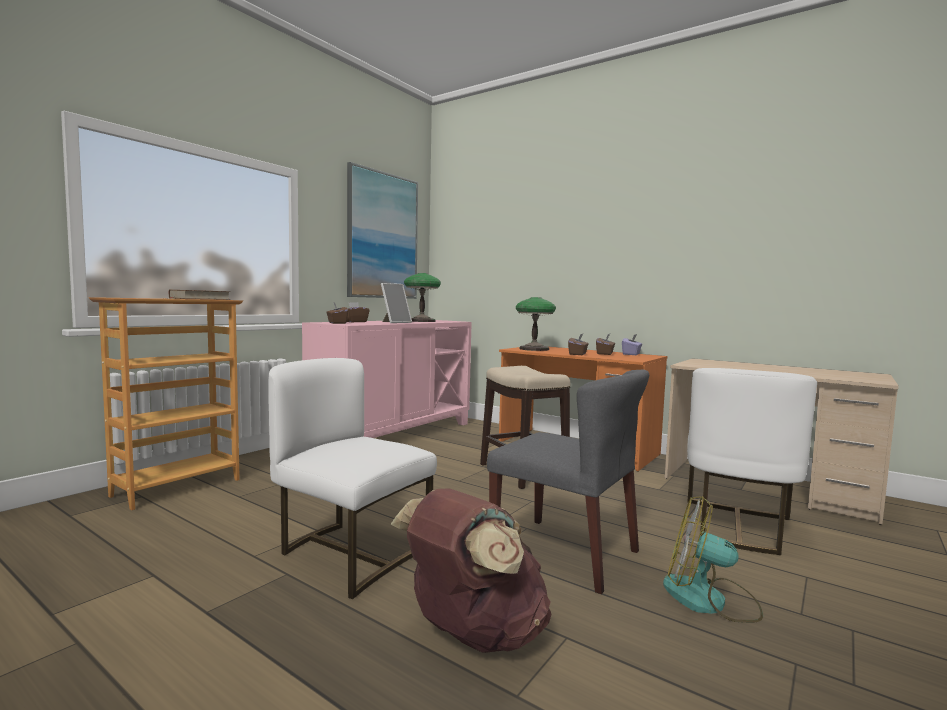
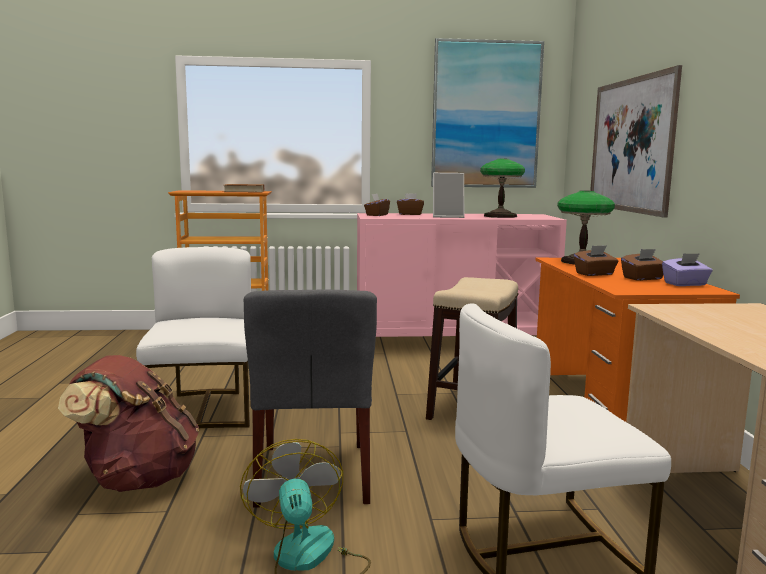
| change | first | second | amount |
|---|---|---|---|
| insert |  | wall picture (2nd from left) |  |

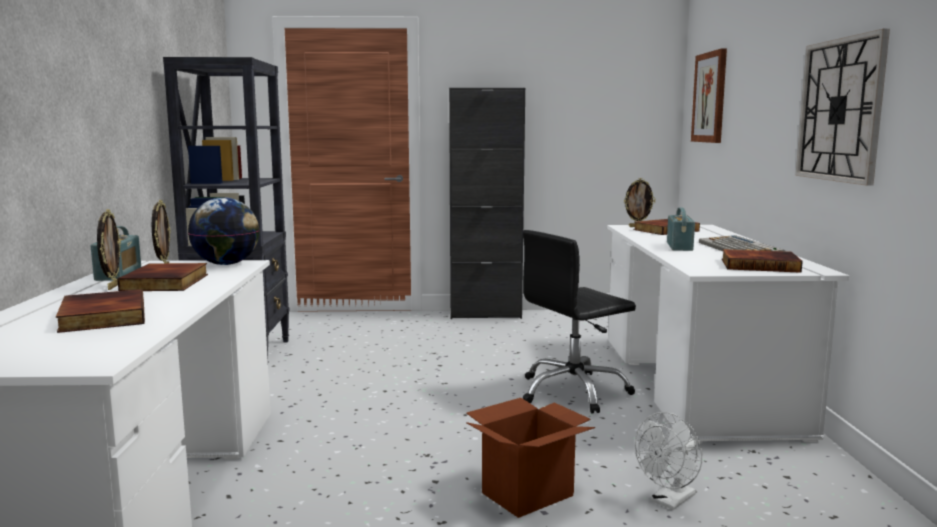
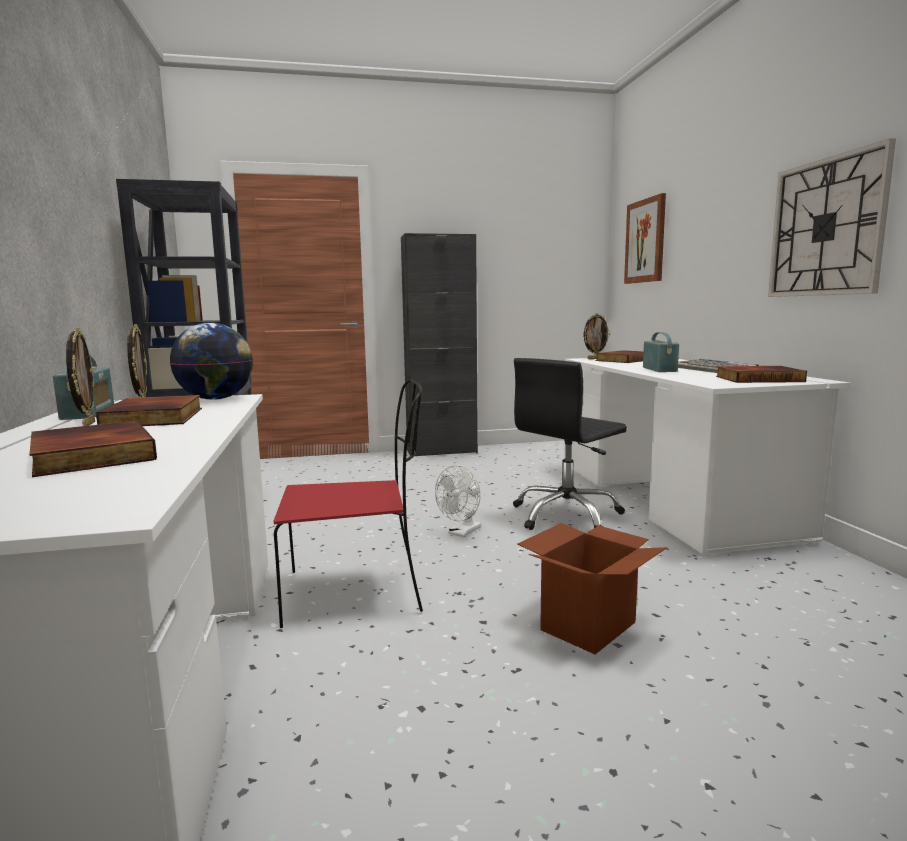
| change | first | second | amount |
|---|---|---|---|
| insert |  | chair (red-coloured) |  |
| move | cooling fan (whitish) |  |  |

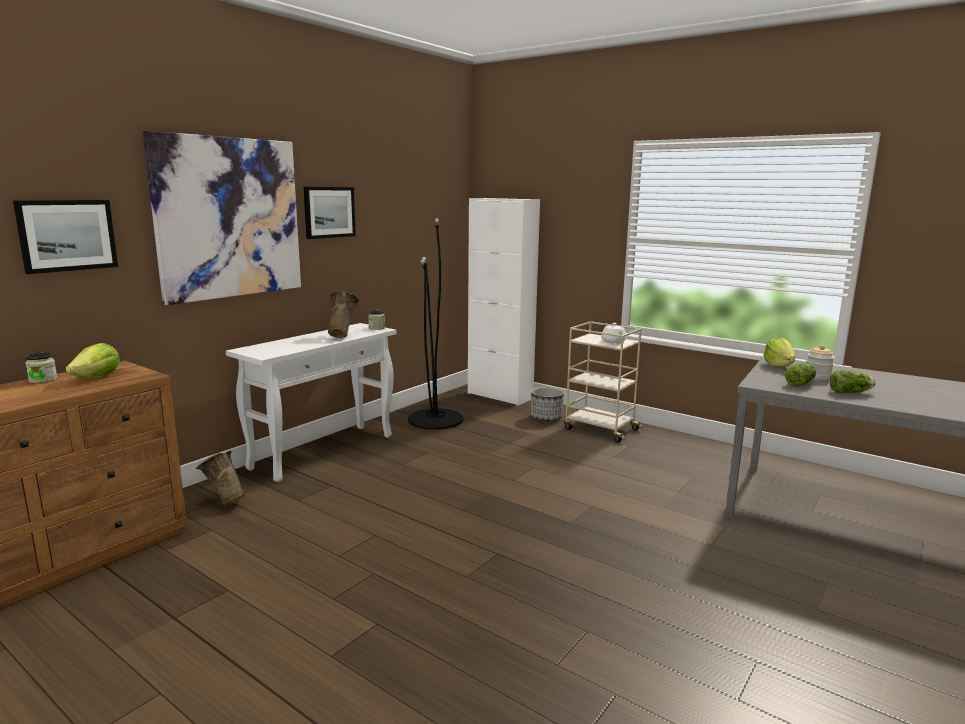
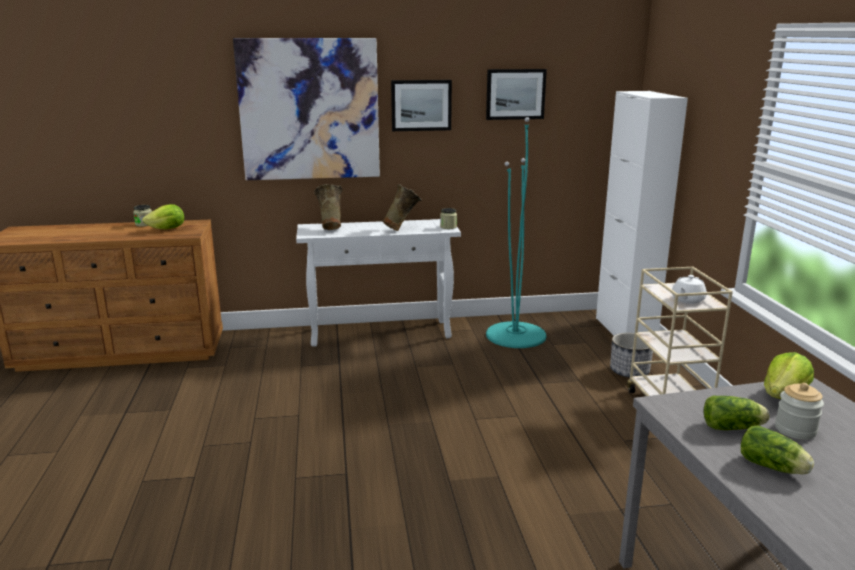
| change | first | second | amount |
|---|---|---|---|
| move | vase (beige) (1st from left) |  |  |
| move | wall picture (1st from left in the first image) | wall picture (3rd from left) |  |
| recolor | standard lamp (blackish) | standard lamp (turquoise-coloured) |  |

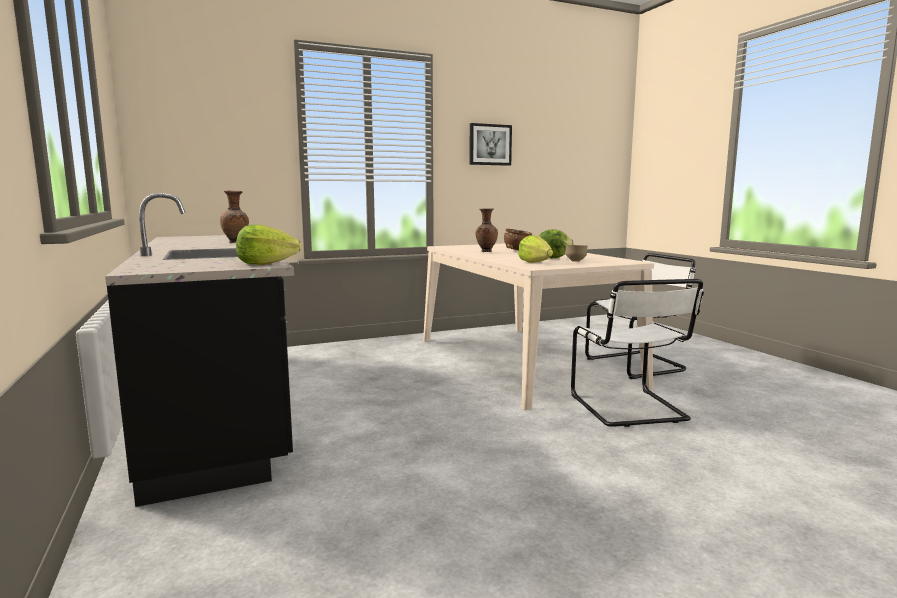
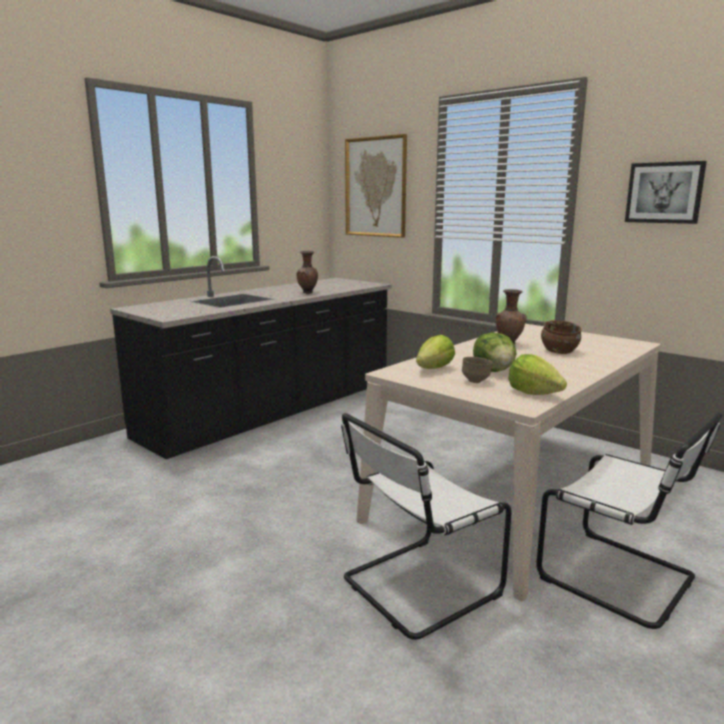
| change | first | second | amount |
|---|---|---|---|
| insert |  | wall picture (1st from left) |  |
| move | lettuce head (1st from left in the first image) | lettuce head (3rd from left) |  |

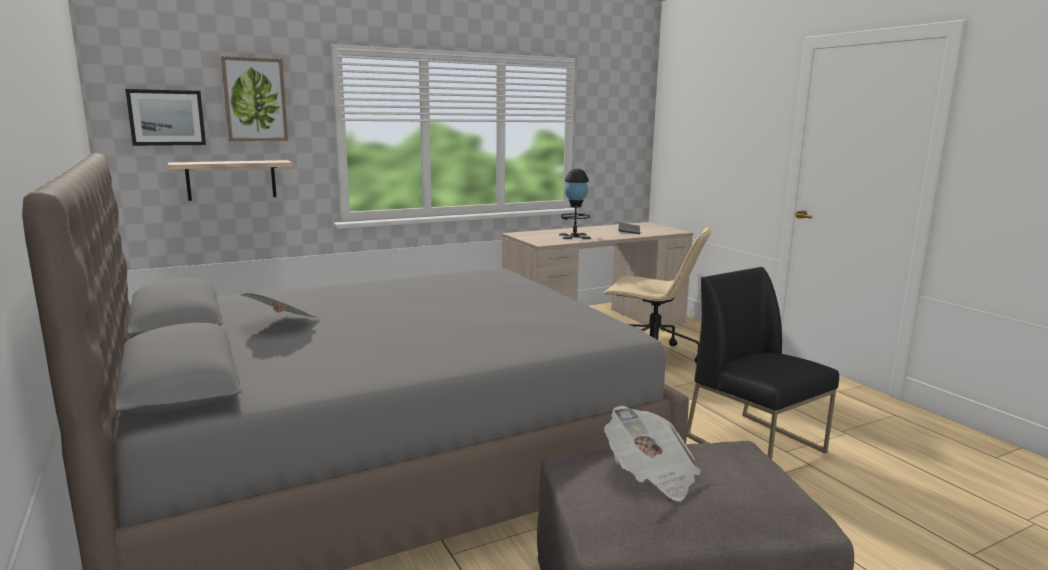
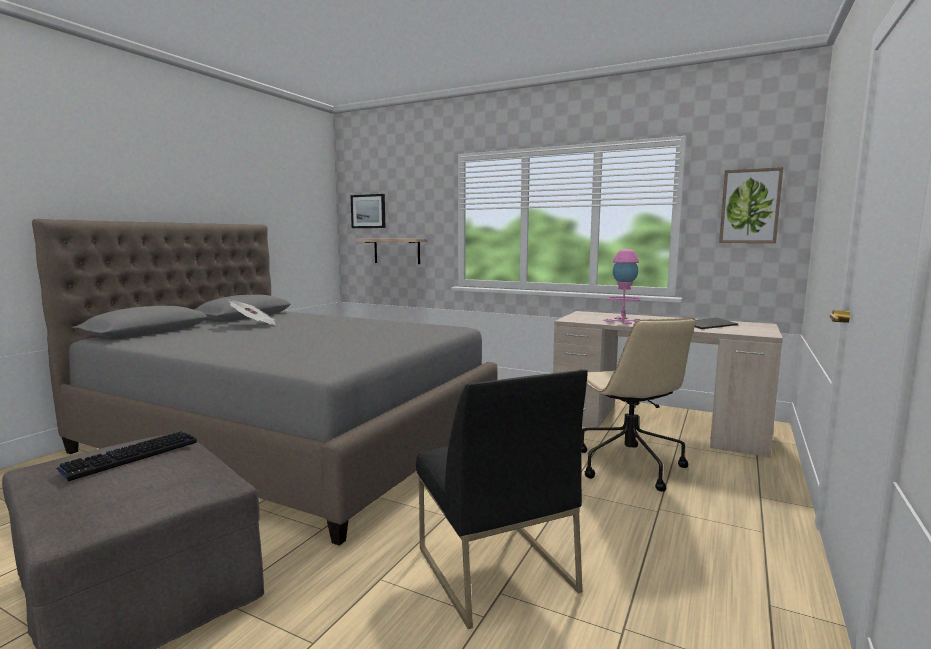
| change | first | second | amount |
|---|---|---|---|
| replace | daily paper (2nd from left) | keyboard (1st from left) |  |
| rotate | chair (blackish) |  | 135 degrees clockwise |
| recolor | tabletop lamp (blackish) | tabletop lamp (pink) |  |
| move | wall picture (2nd from left) |  |  |

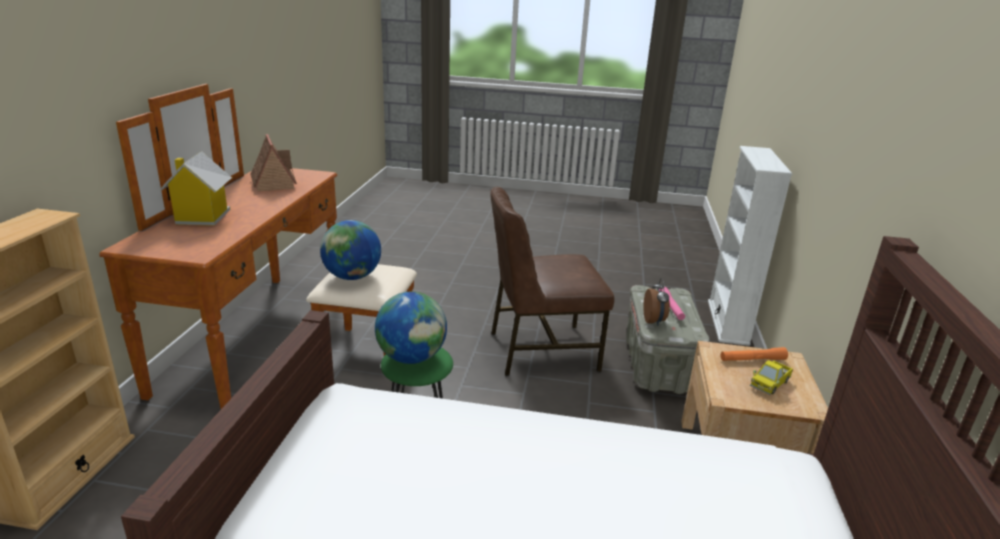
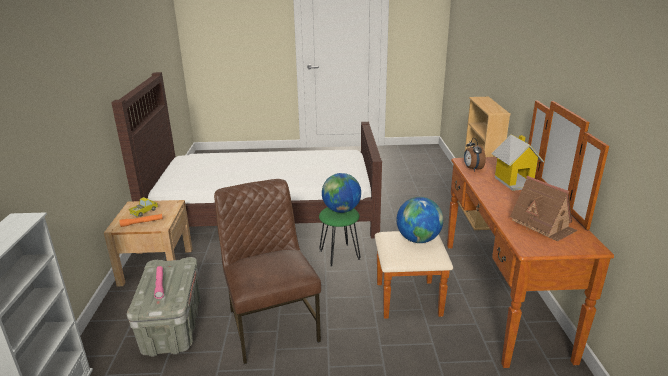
| change | first | second | amount |
|---|---|---|---|
| rotate | chair (brownish) |  | 90 degrees counterclockwise |
| move | table clock |  |  |

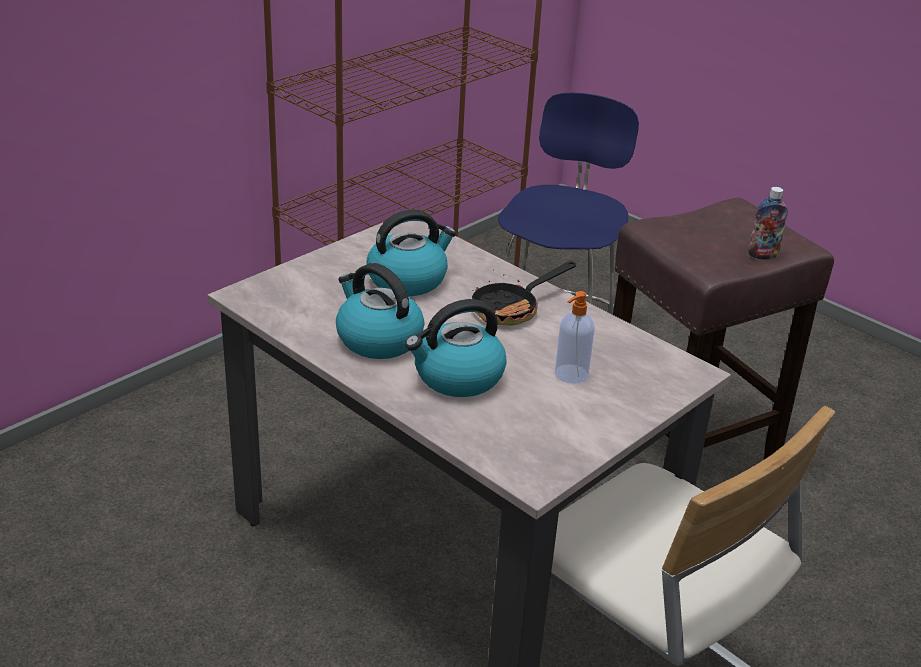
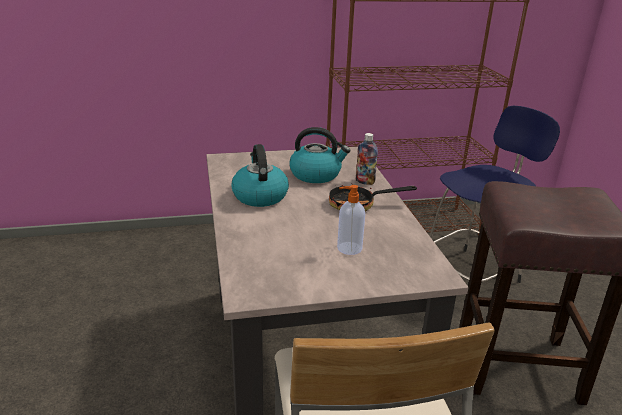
| change | first | second | amount |
|---|---|---|---|
| move | drink bottle |  |  |
| delete | kettle (3rd from left) |  |  |

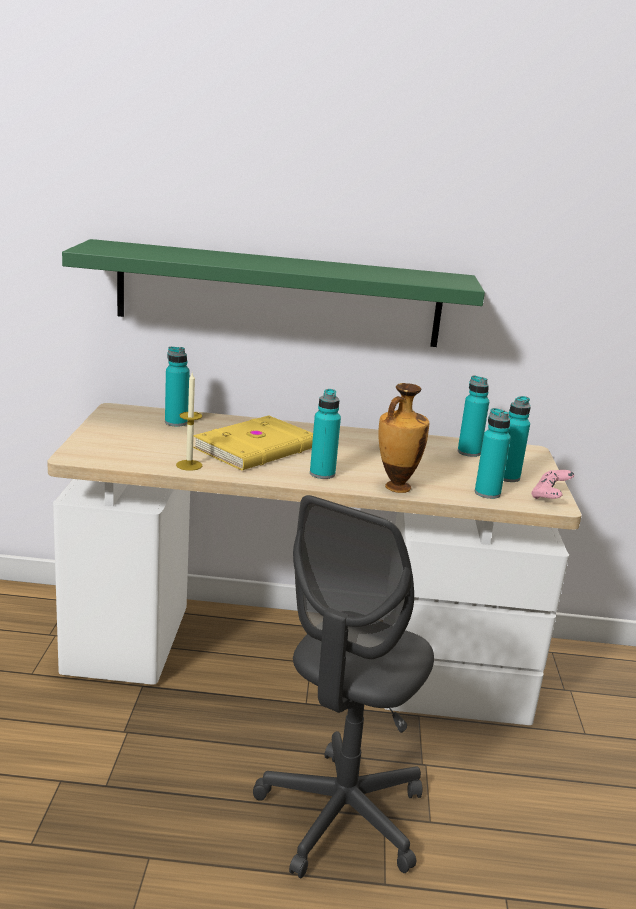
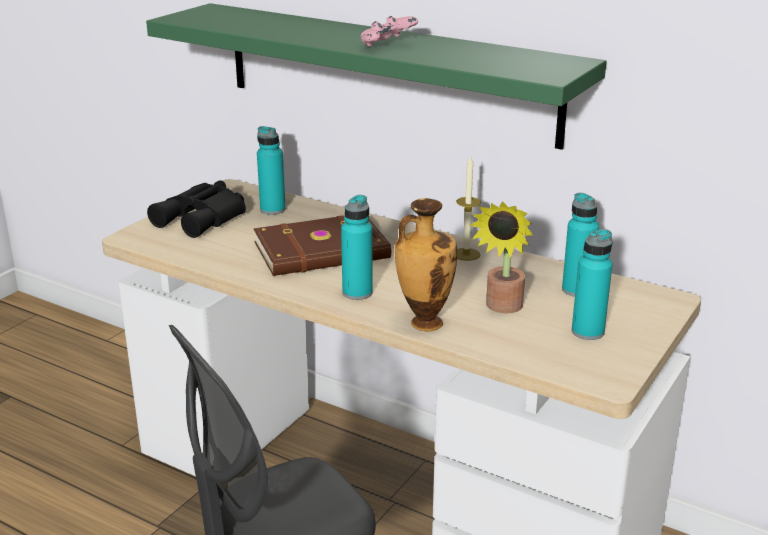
| change | first | second | amount |
|---|---|---|---|
| insert |  | binoculars (blackish) |  |
| recolor | book (yellow) | book (brownish) |  |
| move | game controller (pink) |  |  |
| move | wax candle |  |  |
| insert |  | plant in a pot |  |
| delete | drink bottle (turquoise-coloured) (4th from left) |  |  |

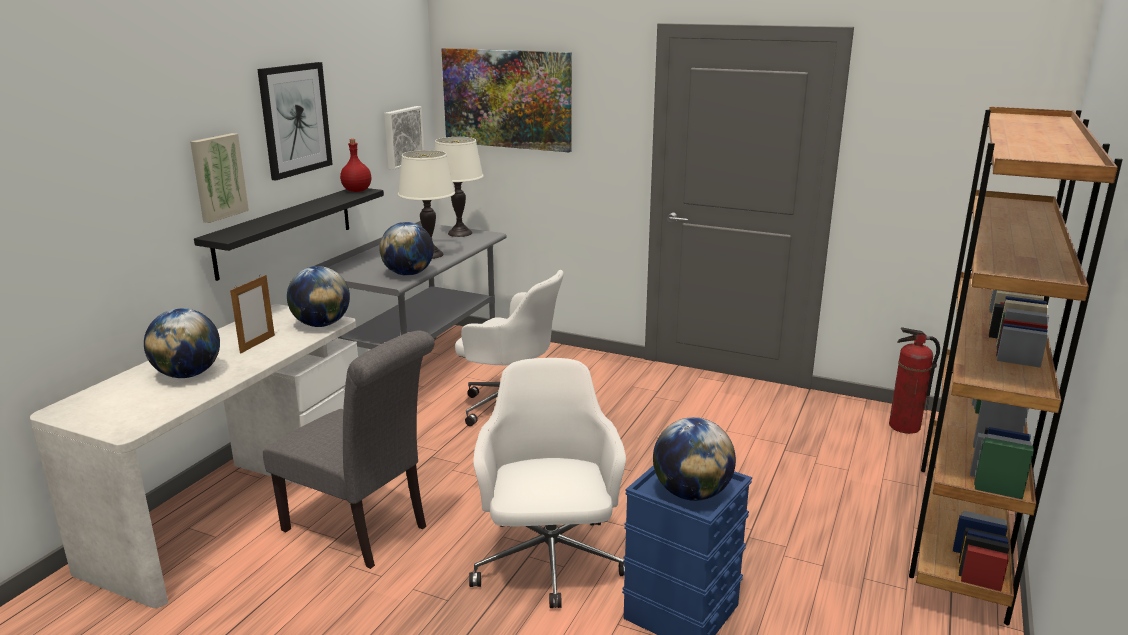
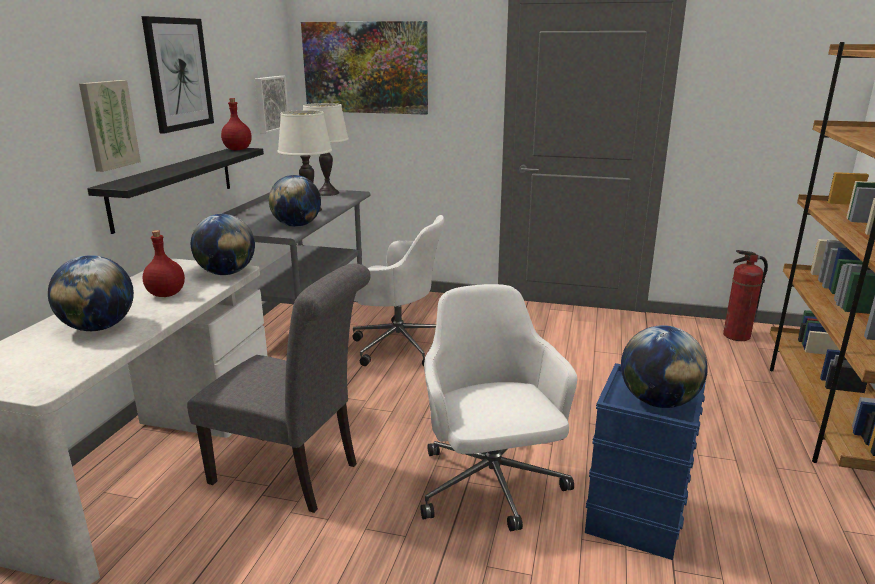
| change | first | second | amount |
|---|---|---|---|
| replace | picture frame | drink bottle (red-coloured) (1st from left) |  |

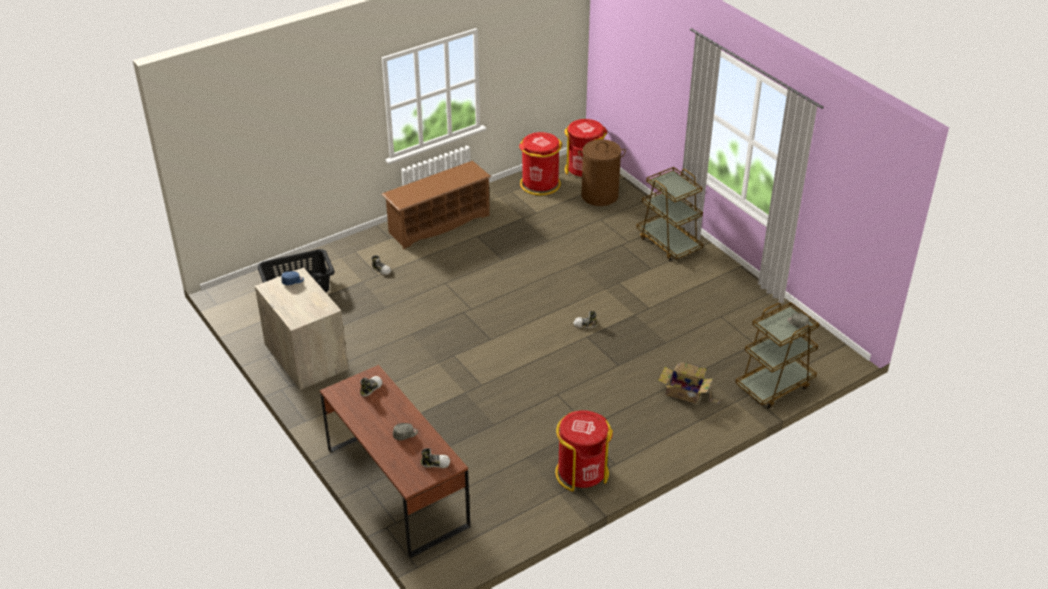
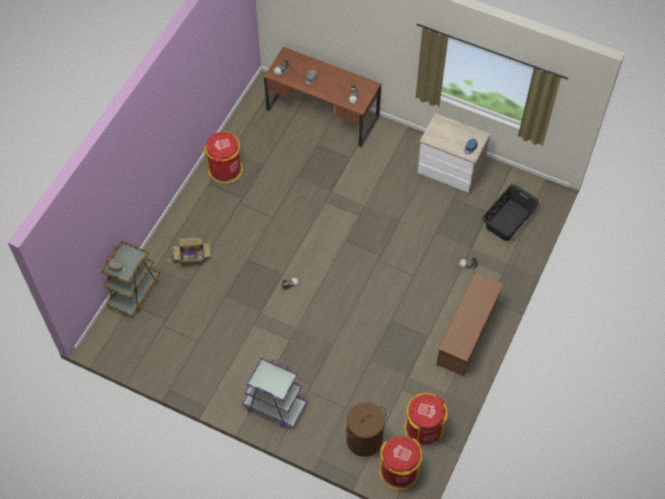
| change | first | second | amount |
|---|---|---|---|
| recolor | wheeled cart (brownish) (1st from left) | wheeled cart (purple-coloured) |  |

